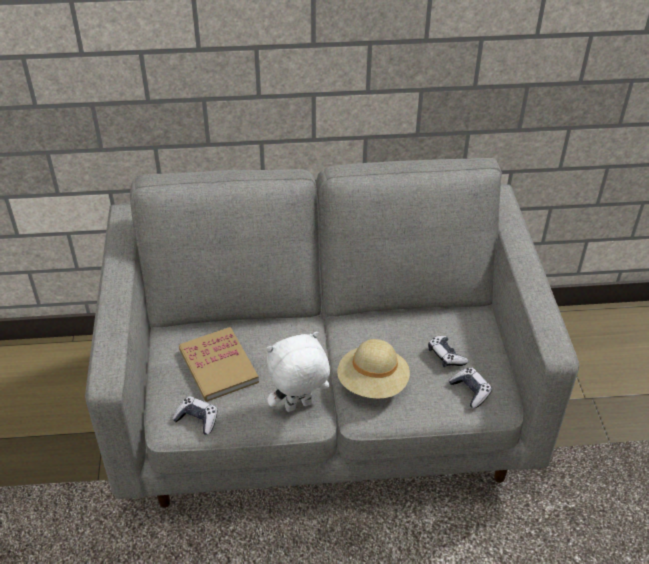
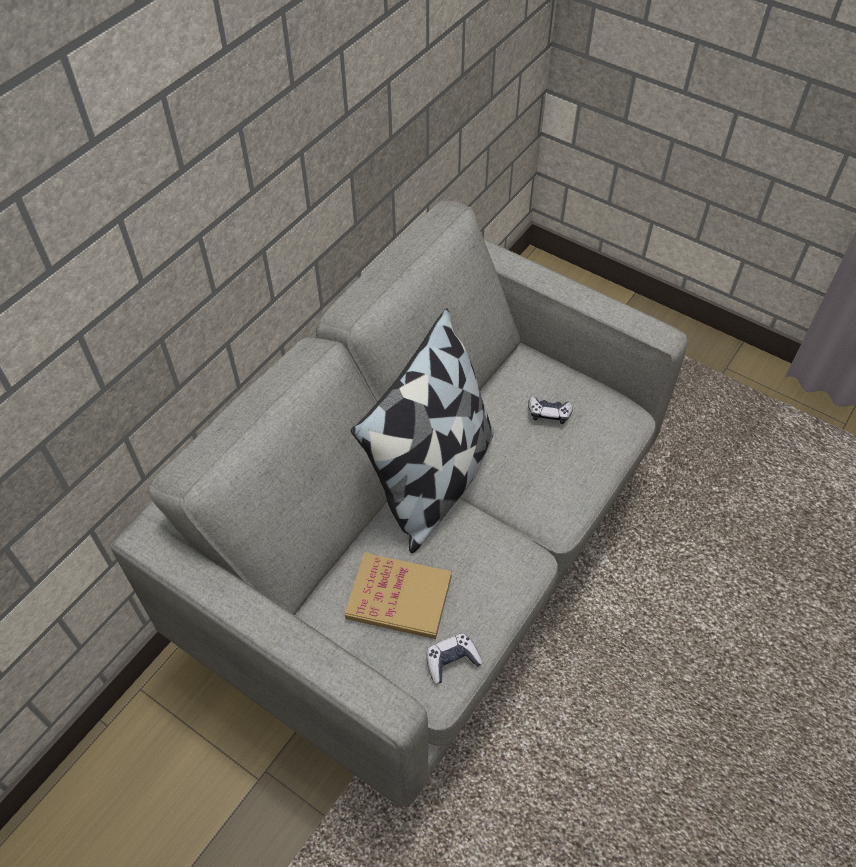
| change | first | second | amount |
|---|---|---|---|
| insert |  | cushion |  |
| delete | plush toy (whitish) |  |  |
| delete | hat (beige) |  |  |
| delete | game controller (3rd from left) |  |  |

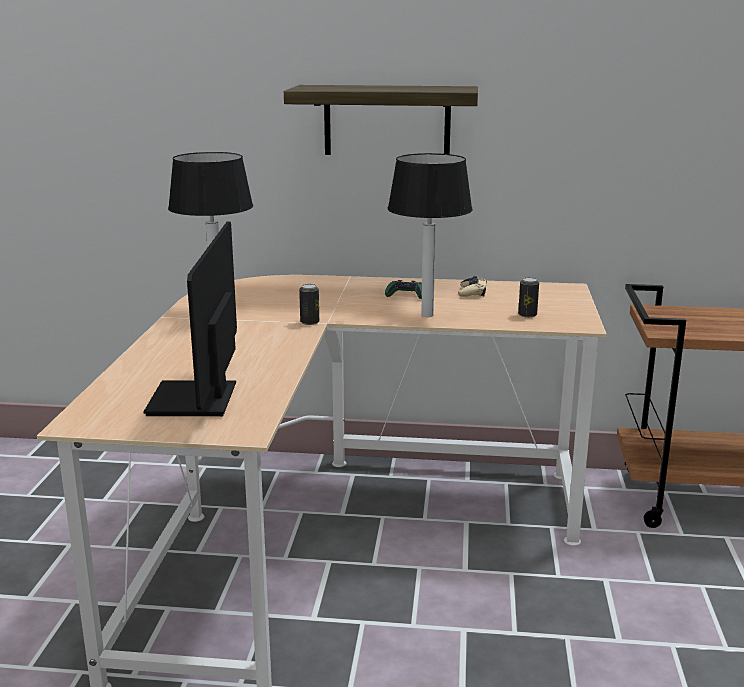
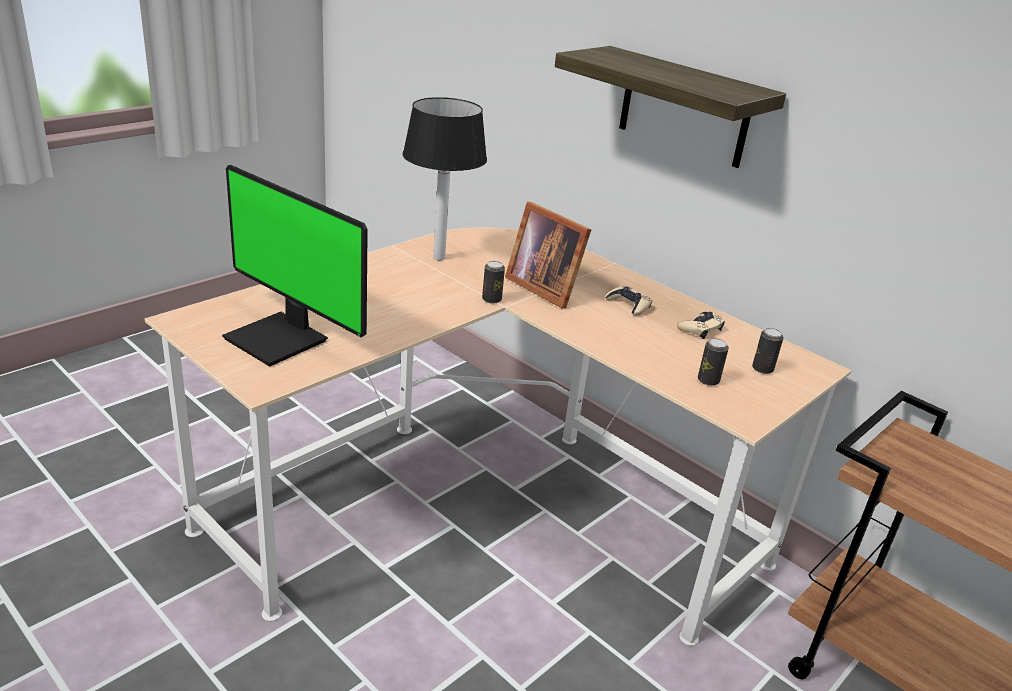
| change | first | second | amount |
|---|---|---|---|
| rotate | monitor |  | 90 degrees counterclockwise |
| insert |  | picture frame |  |
| recolor | game controller (greenish) | game controller (beige) (1st from left) |  |
| insert |  | metal can (3rd from left) |  |
| delete | tabletop lamp (2nd from left) |  |  |

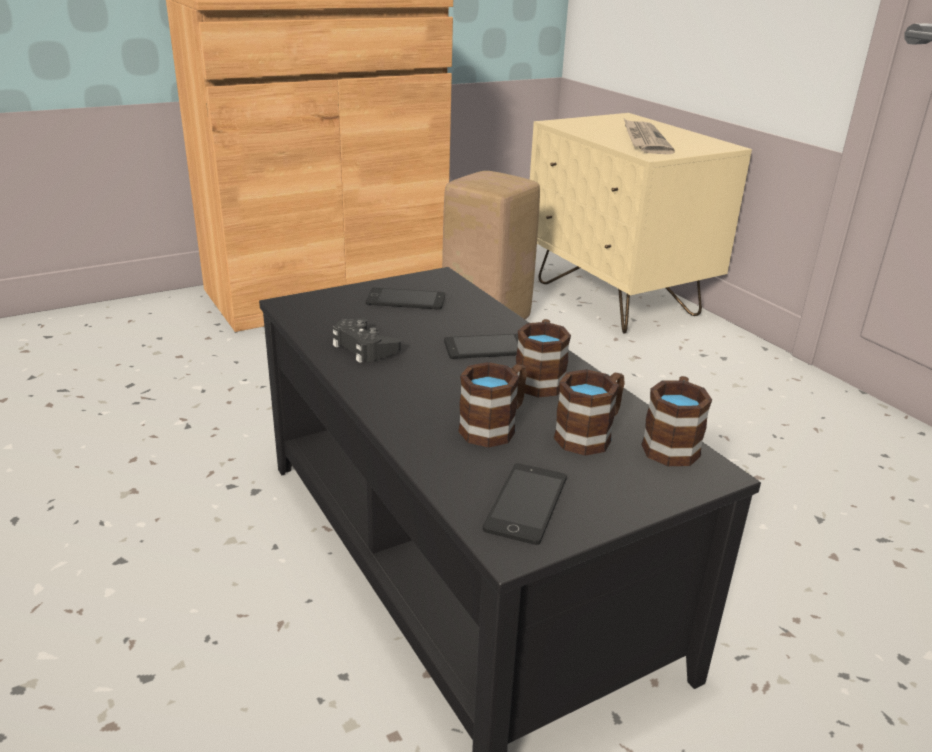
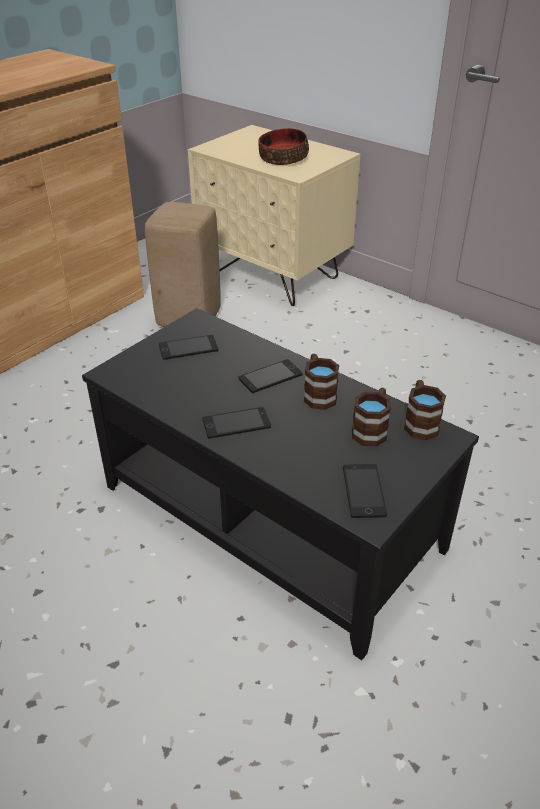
| change | first | second | amount |
|---|---|---|---|
| insert |  | phone (2nd from left) |  |
| replace | daily paper | bowl |  |
| delete | game controller (blackish) |  |  |
| delete | tea mug (brownish) (1st from left) |  |  |

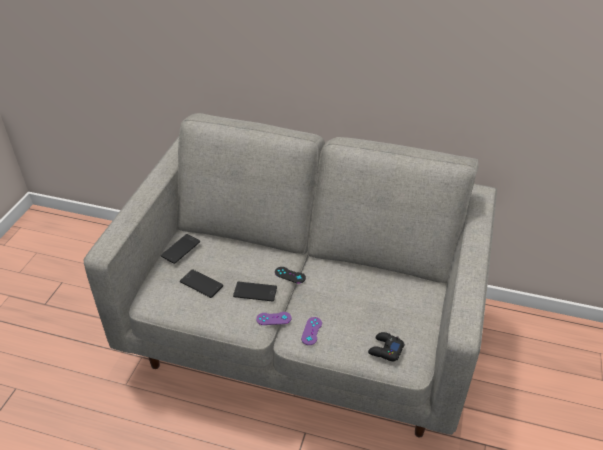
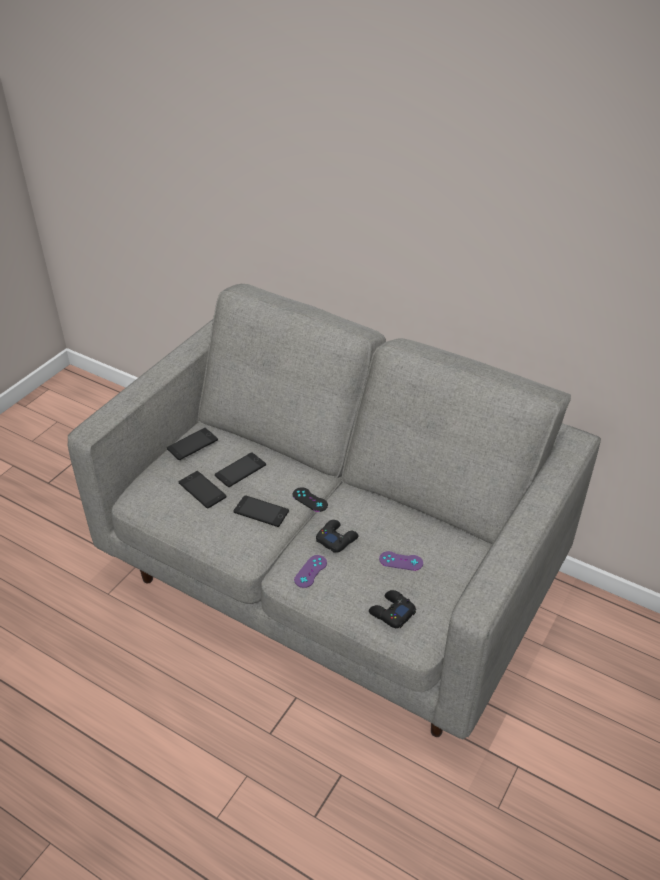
| change | first | second | amount |
|---|---|---|---|
| insert |  | phone (3rd from left) |  |
| insert |  | game controller (blackish) (2nd from left) |  |
| move | game controller (purple-coloured) (1st from left in the first image) | game controller (purple-coloured) (2nd from left) |  |

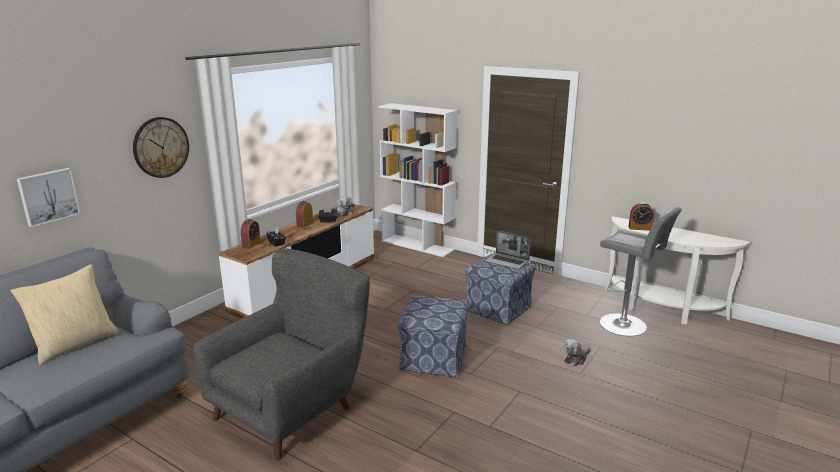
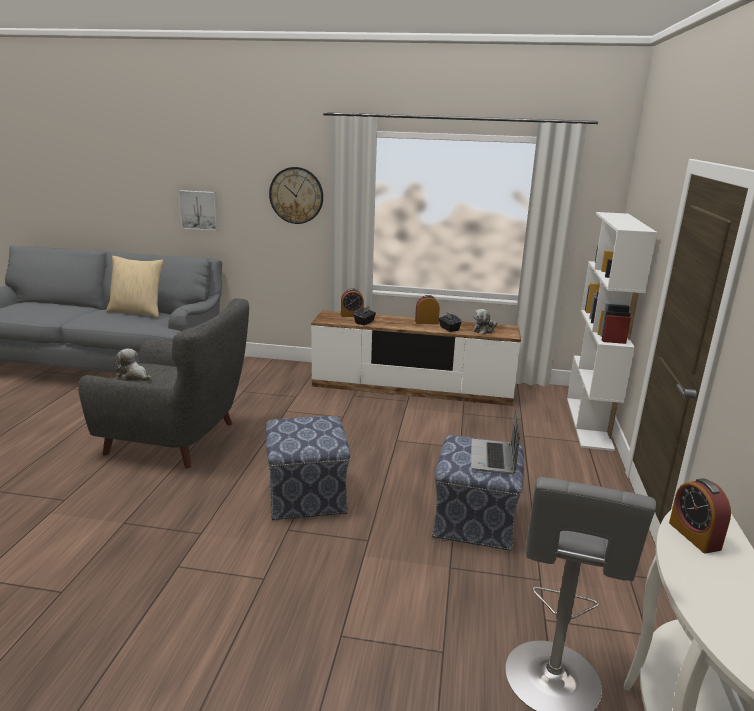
| change | first | second | amount |
|---|---|---|---|
| move | plush toy (2nd from left in the first image) | plush toy (1st from left) |  |

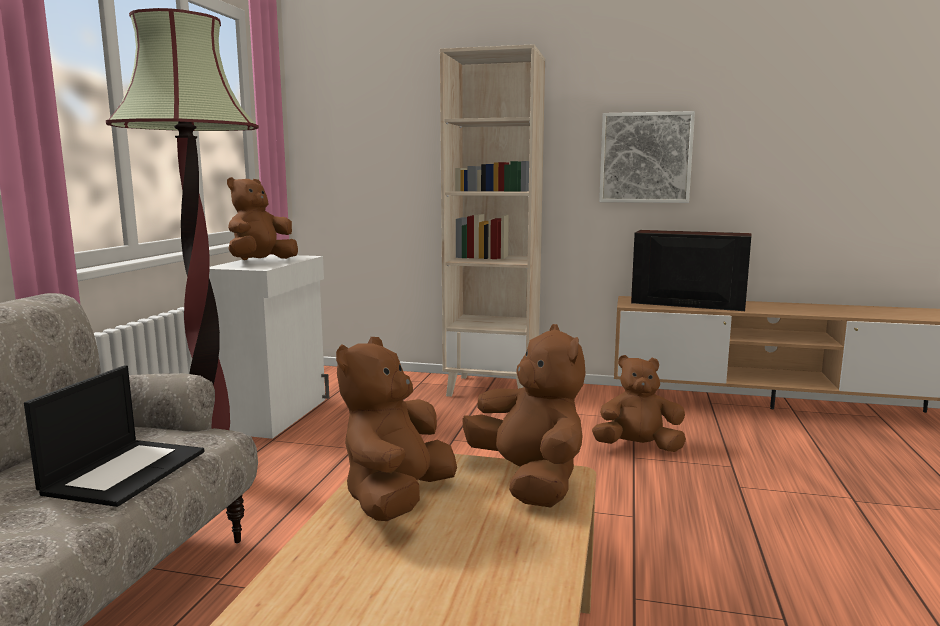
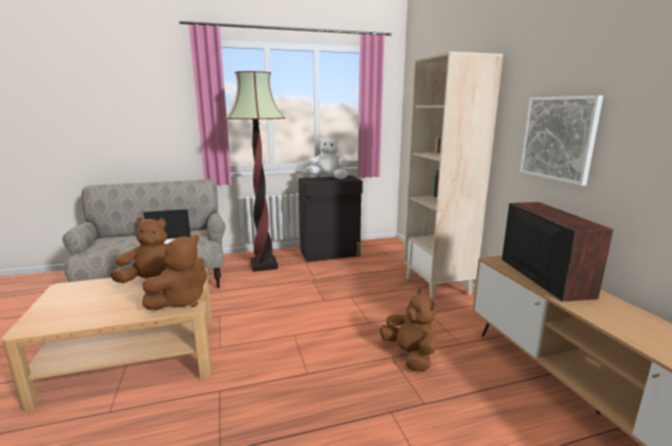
| change | first | second | amount |
|---|---|---|---|
| recolor | cupboard (whitish) | cupboard (blackish) |  |
| recolor | plush toy (brownish) (1st from left) | plush toy (whitish) |  |

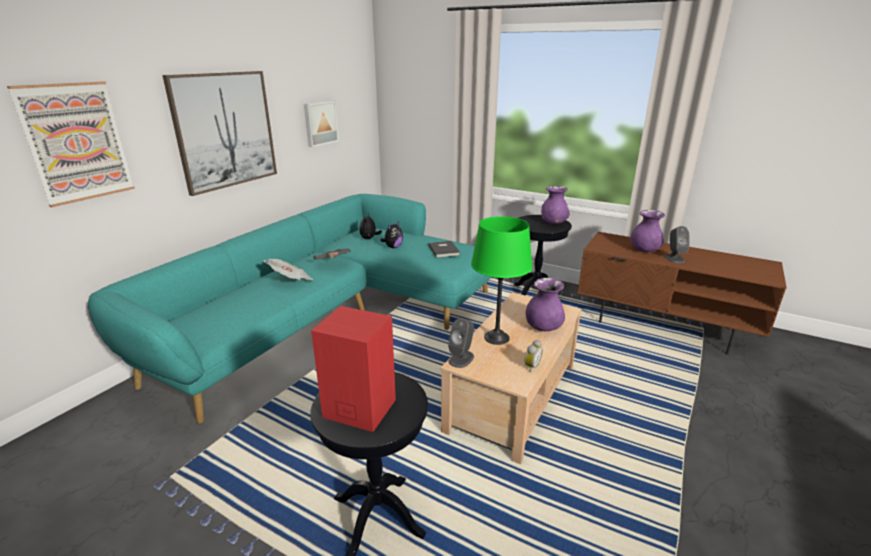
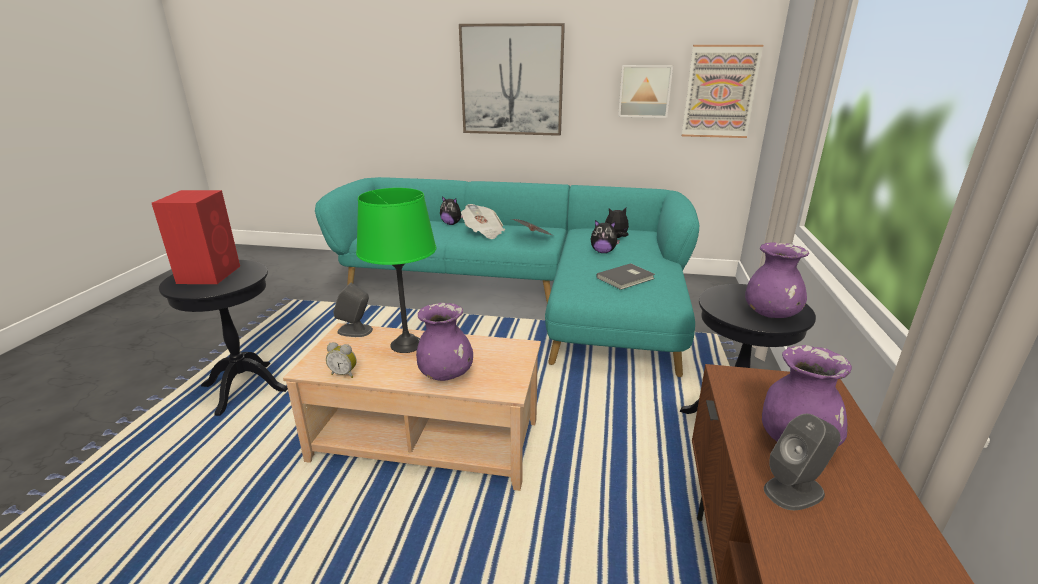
| change | first | second | amount |
|---|---|---|---|
| insert |  | plush toy (1st from left) |  |
| move | wall picture (1st from left in the first image) | wall picture (3rd from left) |  |

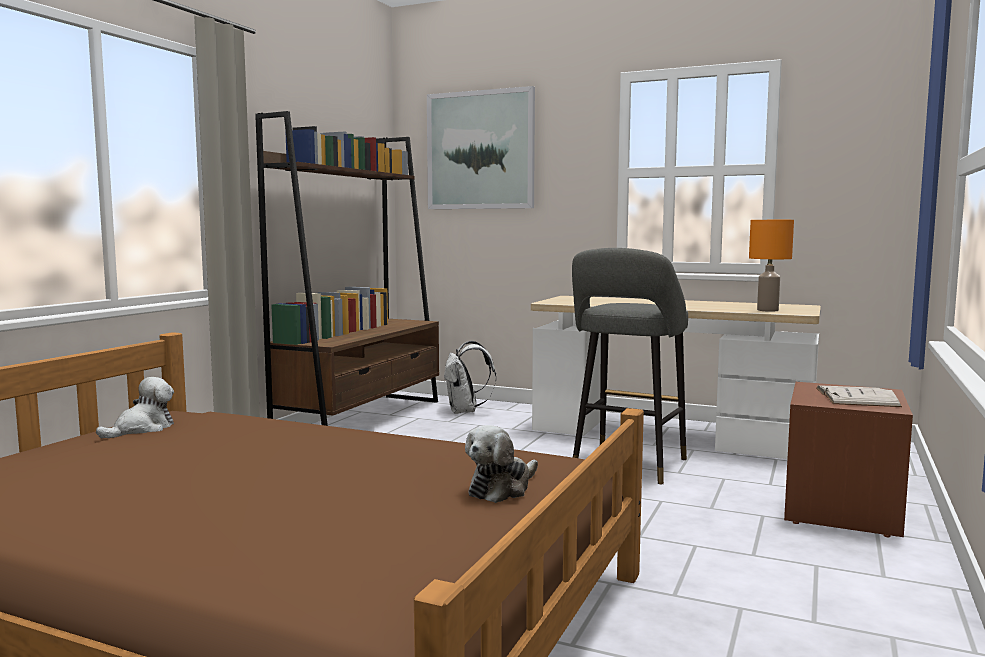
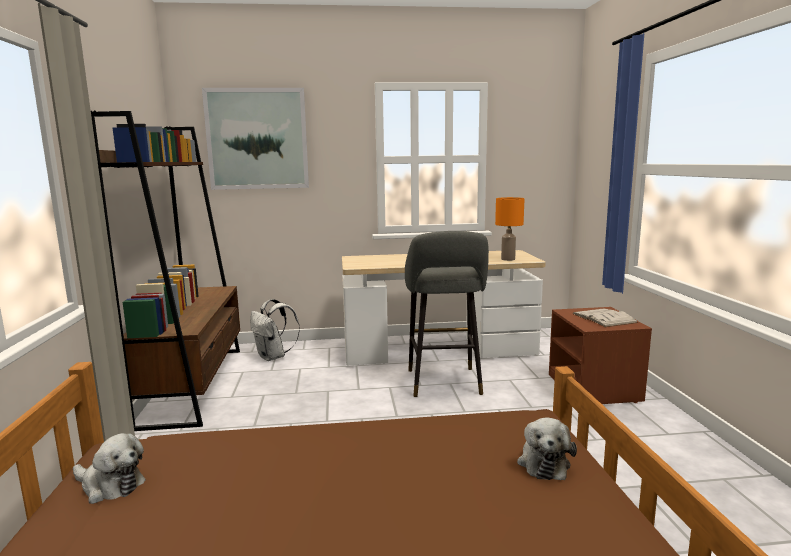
| change | first | second | amount |
|---|---|---|---|
| rotate | plush toy (1st from left) |  | 105 degrees clockwise |

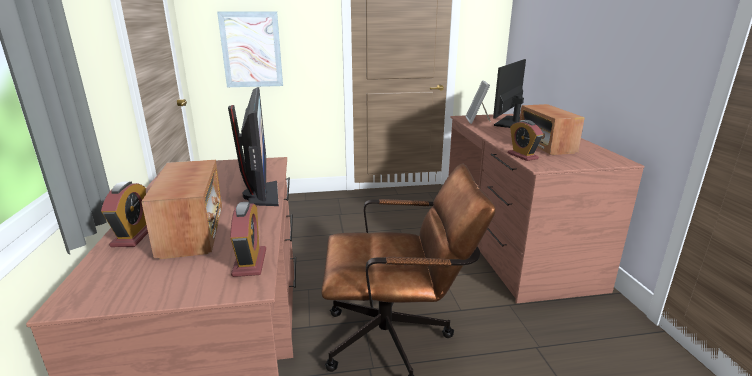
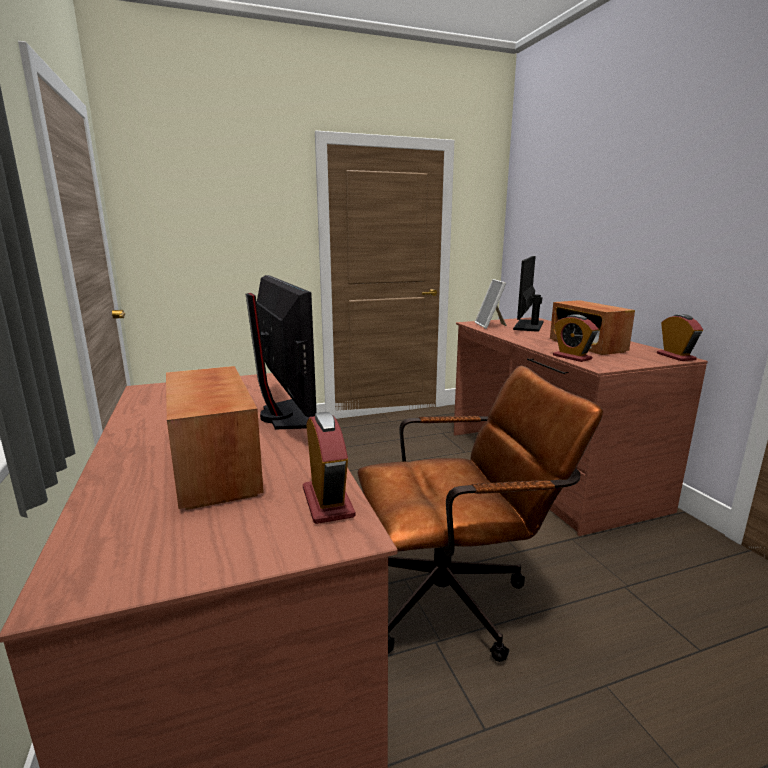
| change | first | second | amount |
|---|---|---|---|
| move | table clock (1st from left in the first image) | table clock (3rd from left) |  |
| delete | wall picture |  |  |

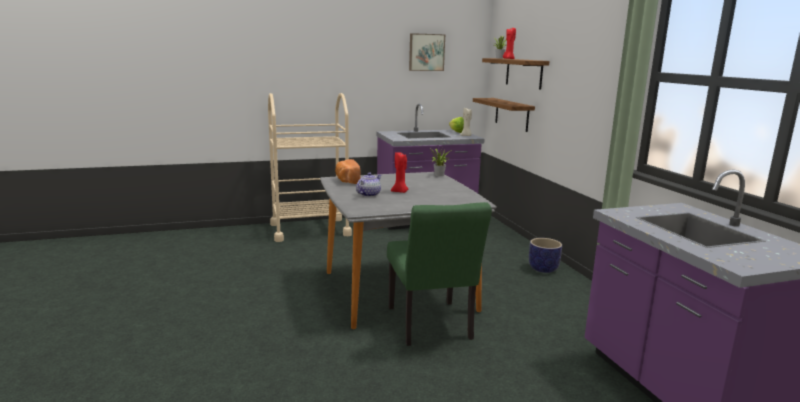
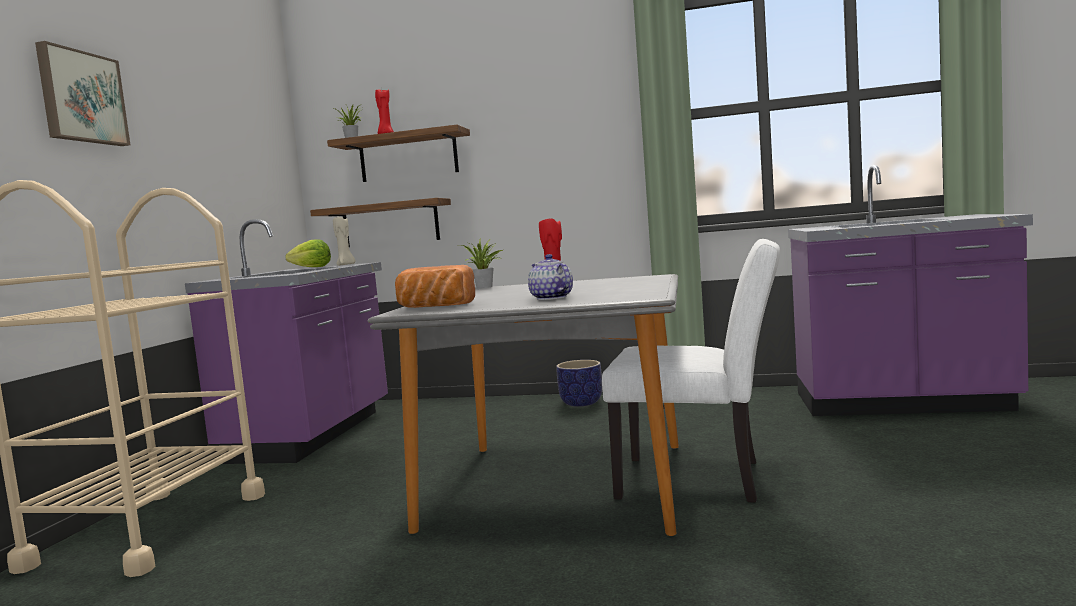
| change | first | second | amount |
|---|---|---|---|
| move | wall picture |  |  |
| recolor | chair (greenish) | chair (whitish) |  |

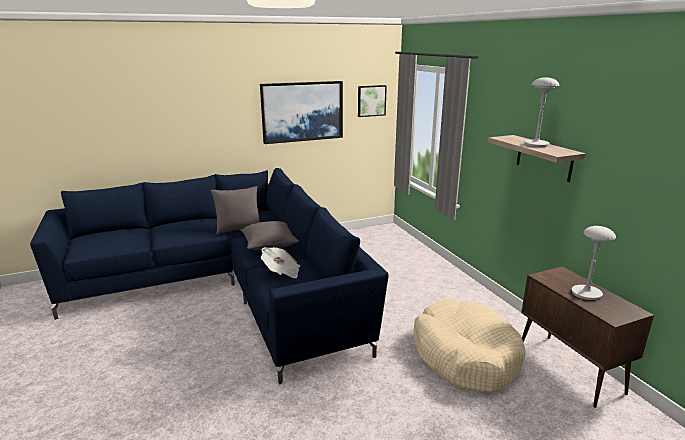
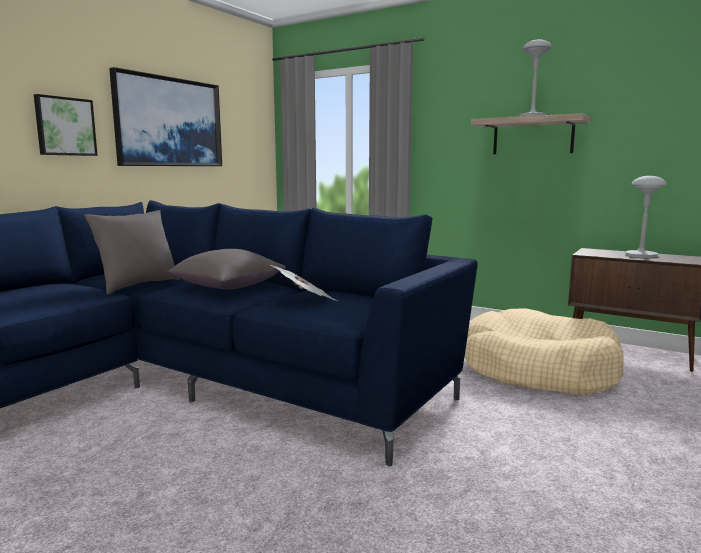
| change | first | second | amount |
|---|---|---|---|
| move | wall picture (2nd from left in the first image) | wall picture (1st from left) |  |

